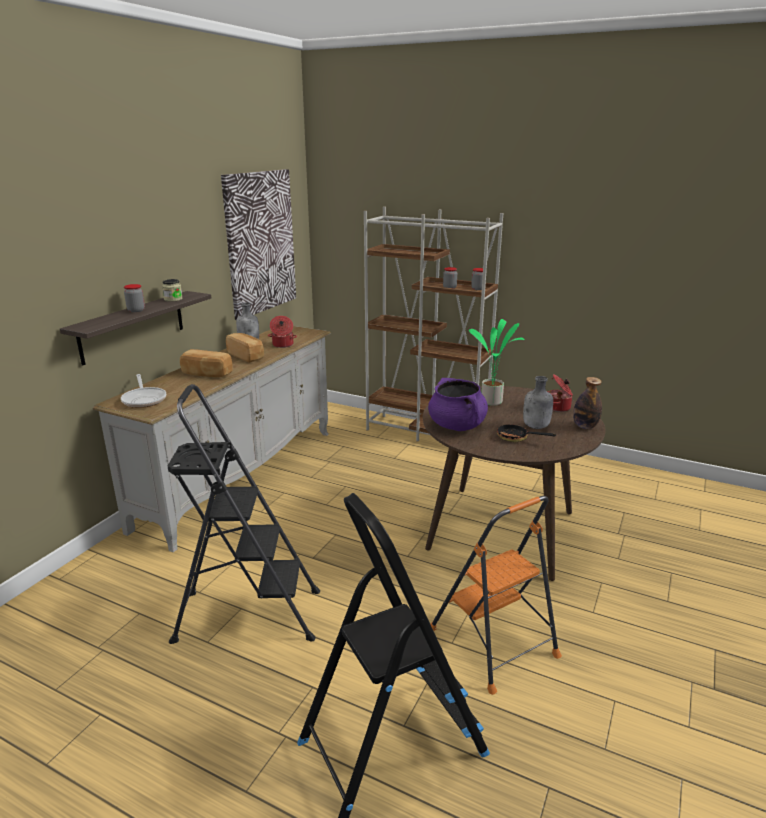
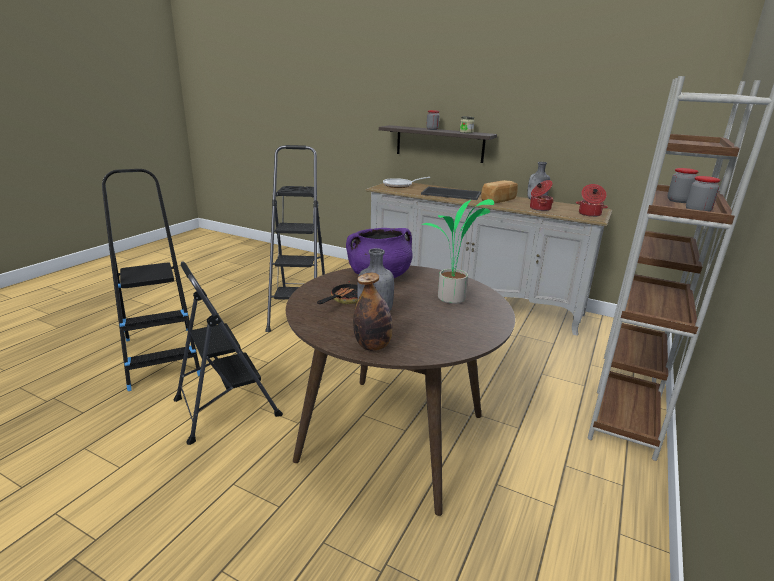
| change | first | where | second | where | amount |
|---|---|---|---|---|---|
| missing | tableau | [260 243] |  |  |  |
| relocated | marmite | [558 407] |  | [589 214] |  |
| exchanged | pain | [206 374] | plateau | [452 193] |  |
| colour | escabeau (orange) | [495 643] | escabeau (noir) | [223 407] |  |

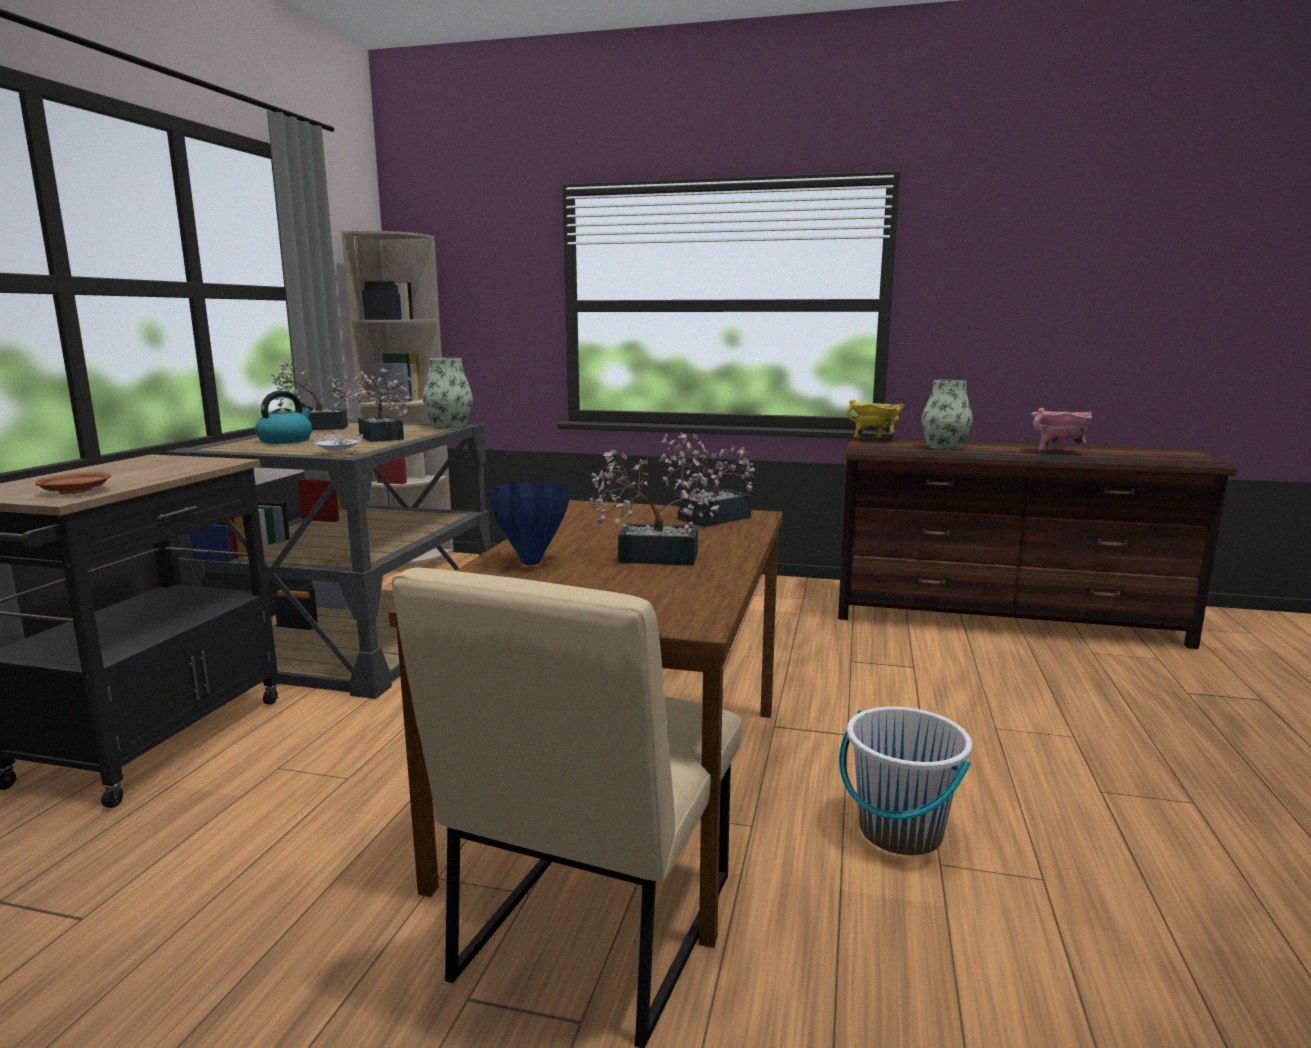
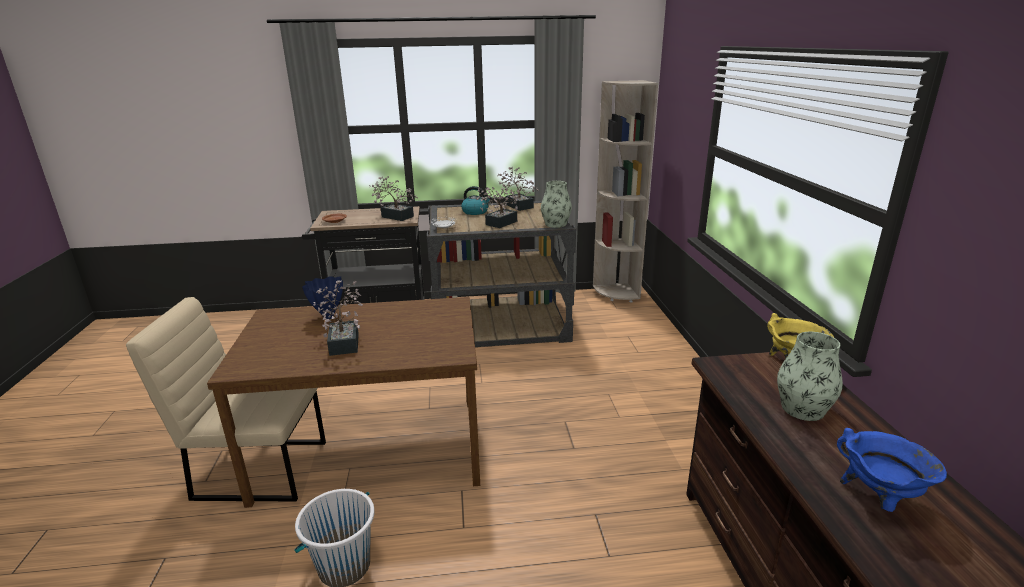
| change | first | where | second | where | amount |
|---|---|---|---|---|---|
| relocated | plante en pot | [707 519] |  | [395 216] |  |
| colour | marmite (rose) | [1058 452] | marmite (bleu) | [878 499] |  |

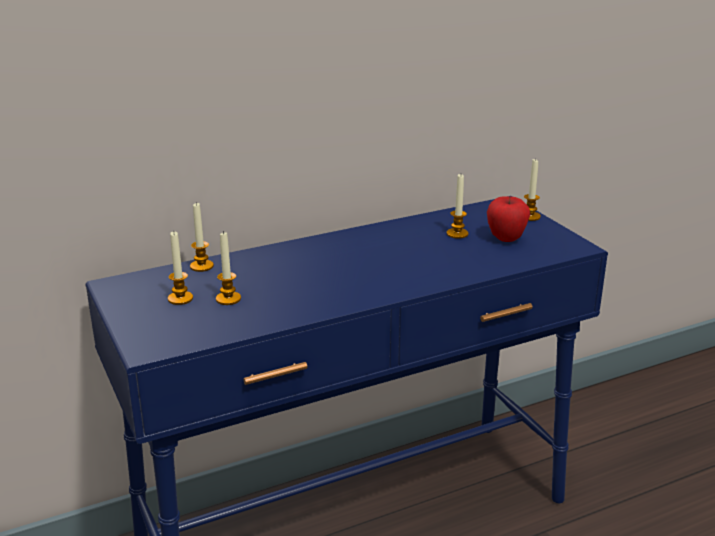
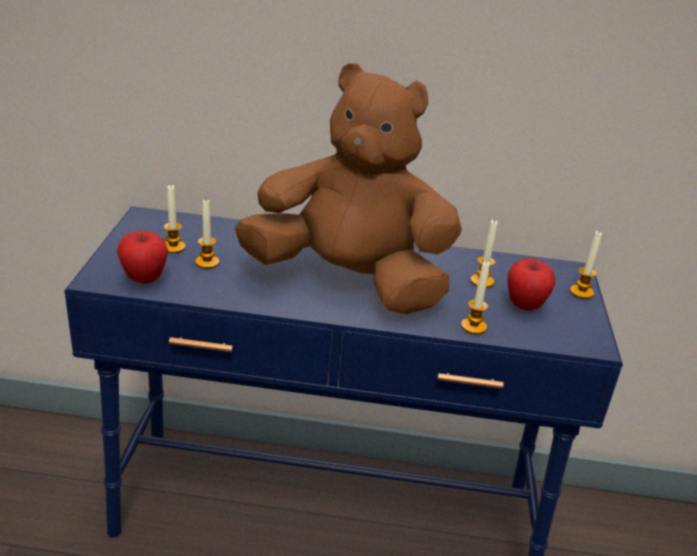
| change | first | where | second | where | amount |
|---|---|---|---|---|---|
| appeared |  |  | pomme | [144 279] |  |
| appeared |  |  | peluche (marron) | [350 282] |  |
| relocated | bougie | [201 266] |  | [473 327] |  |

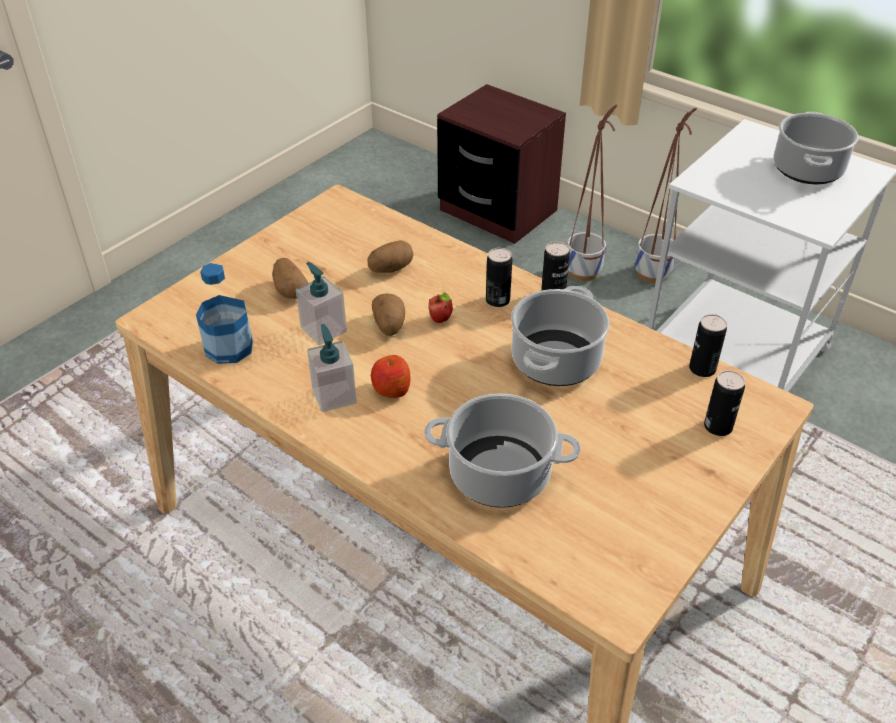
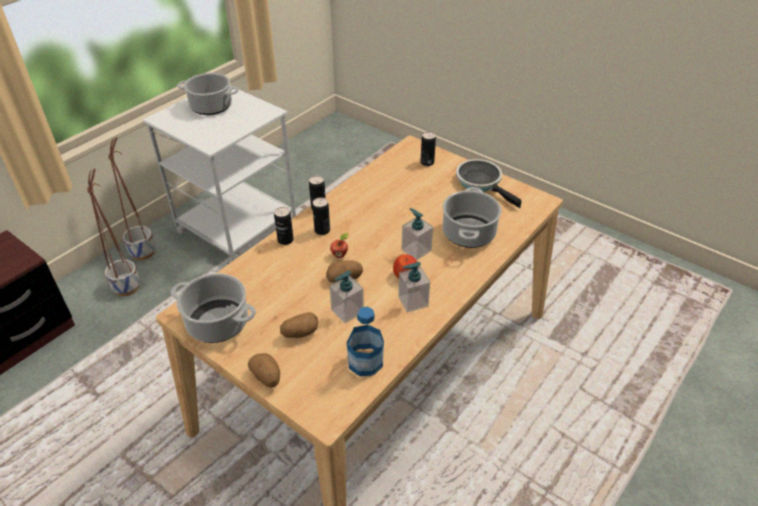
| change | first | where | second | where | amount |
|---|---|---|---|---|---|
| appeared |  |  | distributeur de savon | [416 250] |  |
| appeared |  |  | poêle | [481 182] |  |
| relocated | pomme de terre | [391 268] |  | [267 377] |  |
| relocated | marmite | [556 362] |  | [219 323] |  |
| relocated | boîte métallique | [702 369] |  | [285 240] |  |

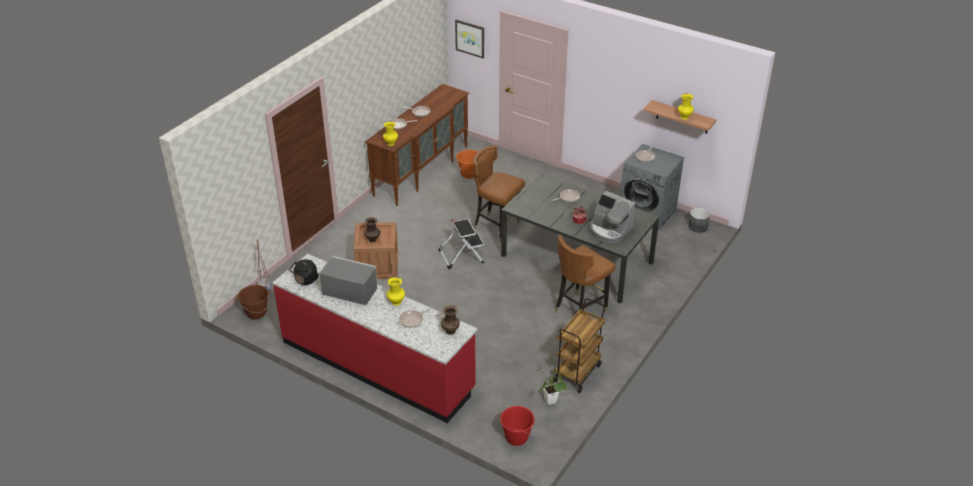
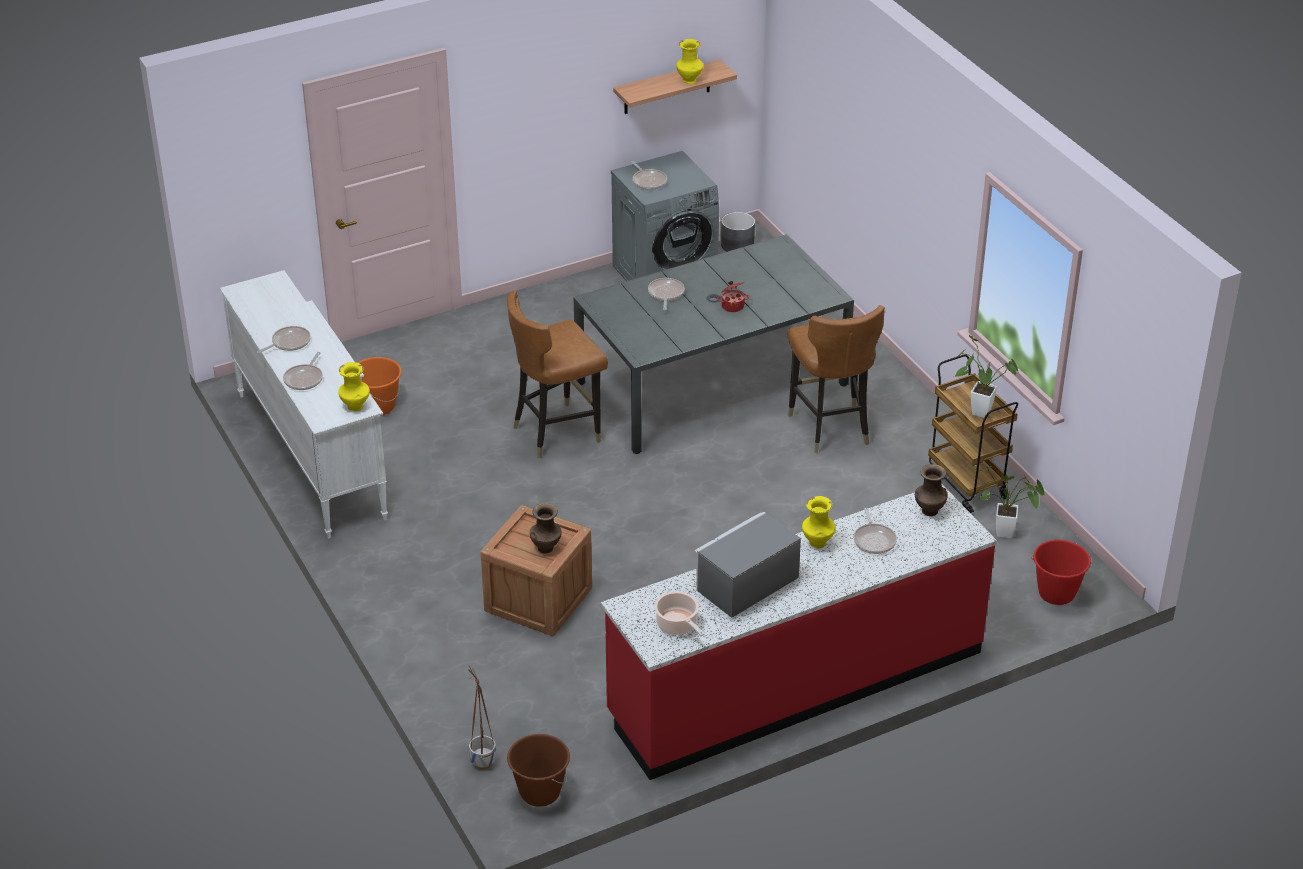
| change | first | where | second | where | amount |
|---|---|---|---|---|---|
| missing | escabeau | [462 255] |  |  |  |
| missing | tableau | [470 38] |  |  |  |
| missing | machine à café | [610 230] |  |  |  |
| appeared |  |  | plante en pot | [976 411] |  |
| exchanged | bouilloire (noir) | [305 280] | marmite | [678 625] |  |
| colour | meuble de rangement (marron) | [422 171] | meuble de rangement (blanc) | [312 455] |  |

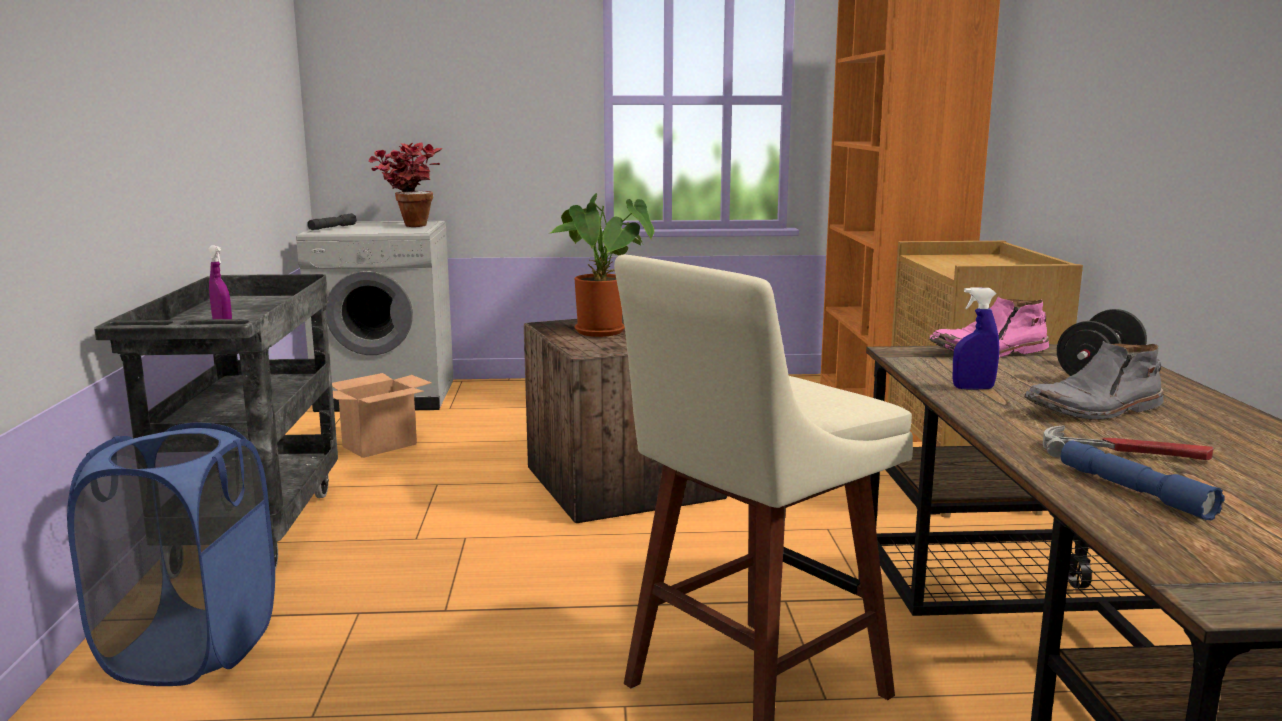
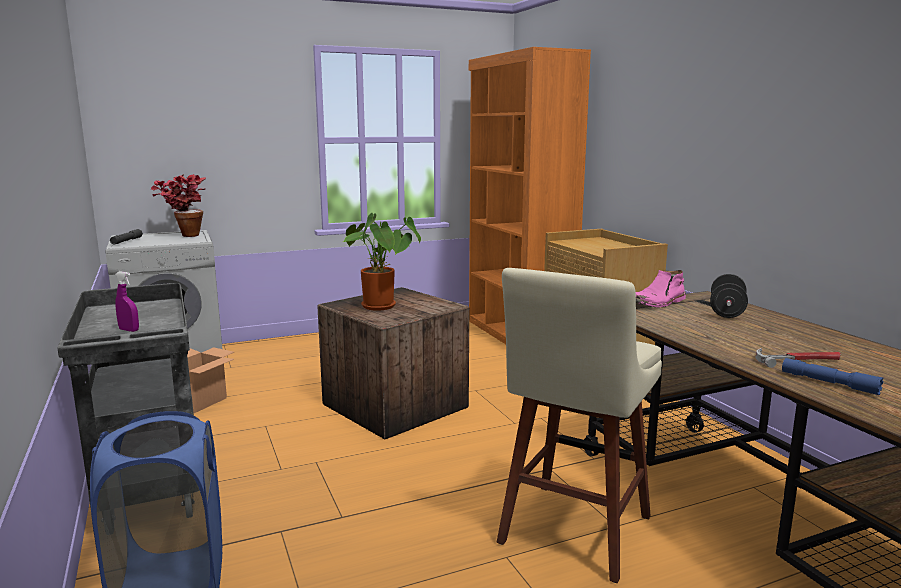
| change | first | where | second | where | amount |
|---|---|---|---|---|---|
| missing | vaporisateur (bleu) | [973 388] |  |  |  |
| missing | botte (gris) | [1095 410] |  |  |  |

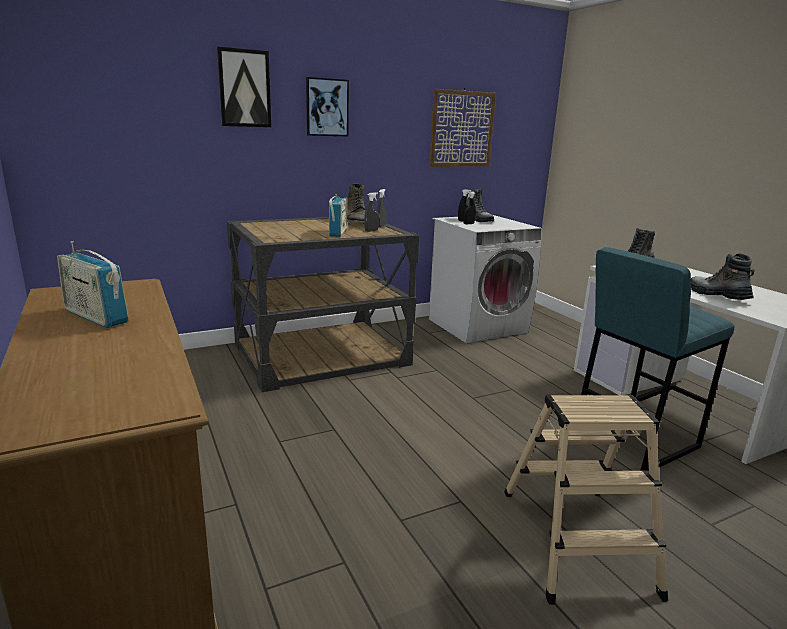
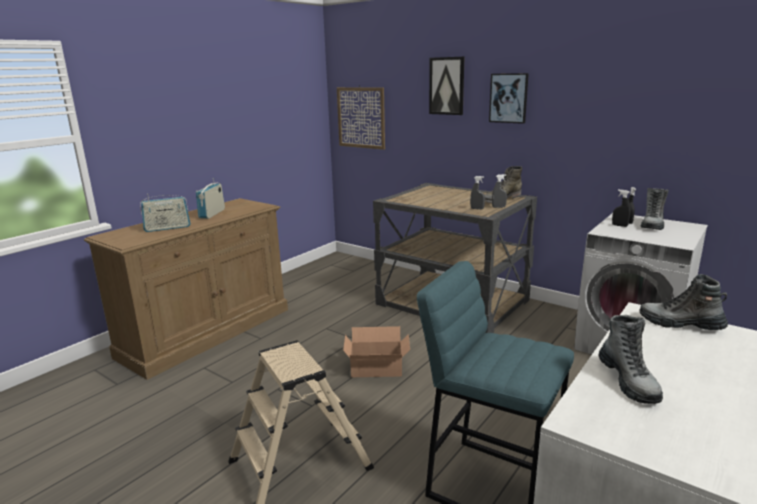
| change | first | where | second | where | amount |
|---|---|---|---|---|---|
| appeared |  |  | carton | [378 369] |  |
| relocated | radio | [338 232] |  | [167 228] |  |
| relocated | tableau | [462 128] |  | [361 116] |  |
| spun | botte | [717 295] |  | [628 381] | 135 degrees clockwise |

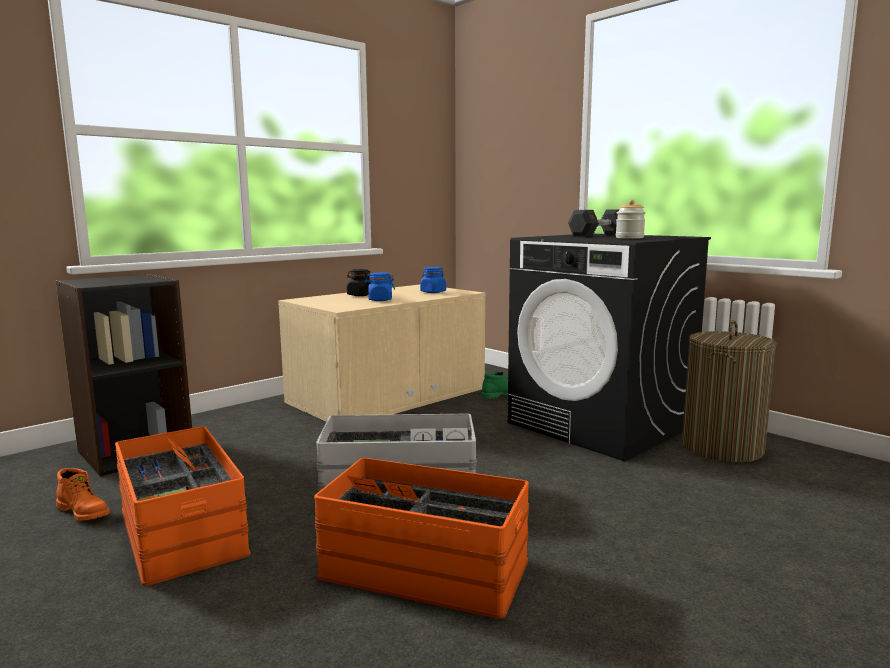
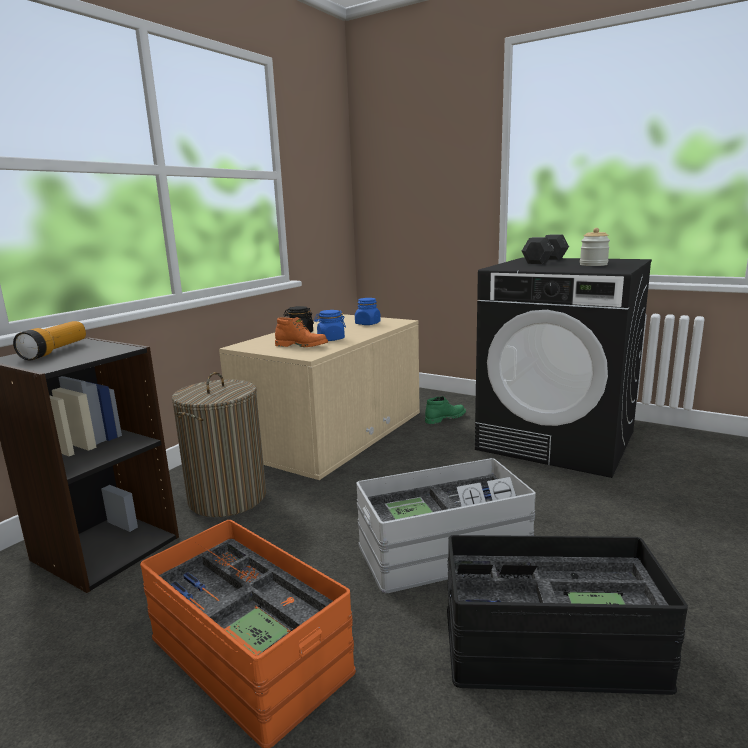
| change | first | where | second | where | amount |
|---|---|---|---|---|---|
| appeared |  |  | lampe de poche | [55 351] |  |
| relocated | botte (orange) | [84 512] |  | [302 346] |  |
| relocated | panier à linge | [722 448] |  | [227 498] |  |
| colour | boîte de rangement (orange) | [423 569] | boîte de rangement (noir) | [550 647] |  |

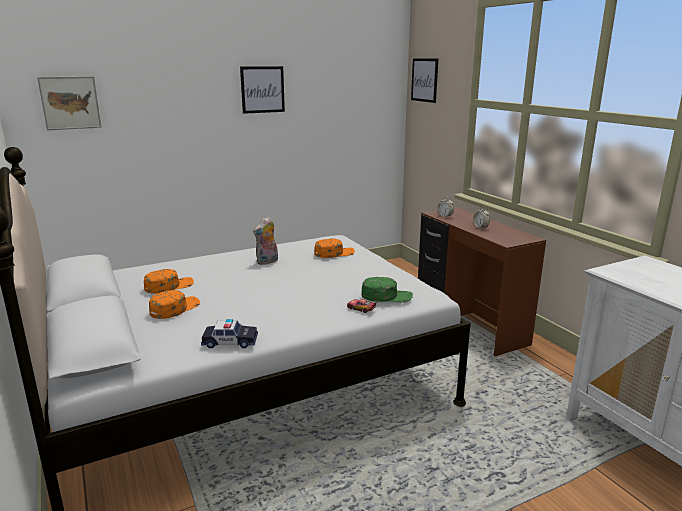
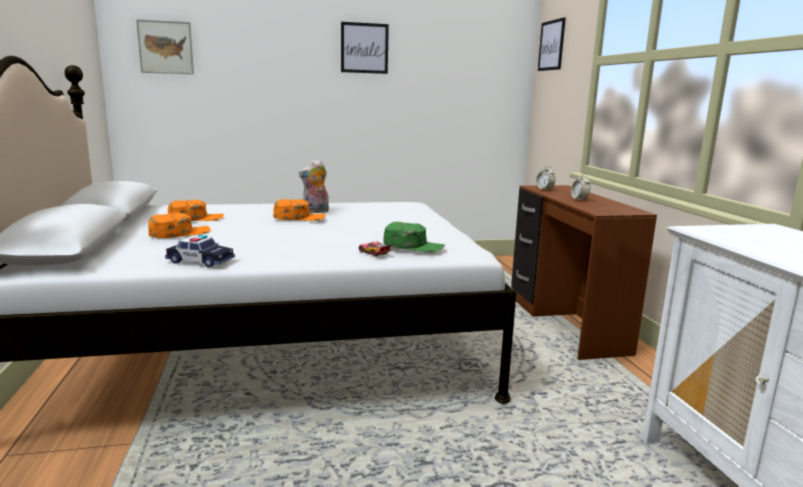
| change | first | where | second | where | amount |
|---|---|---|---|---|---|
| relocated | casquette (orange) | [334 253] |  | [299 217] |  |

